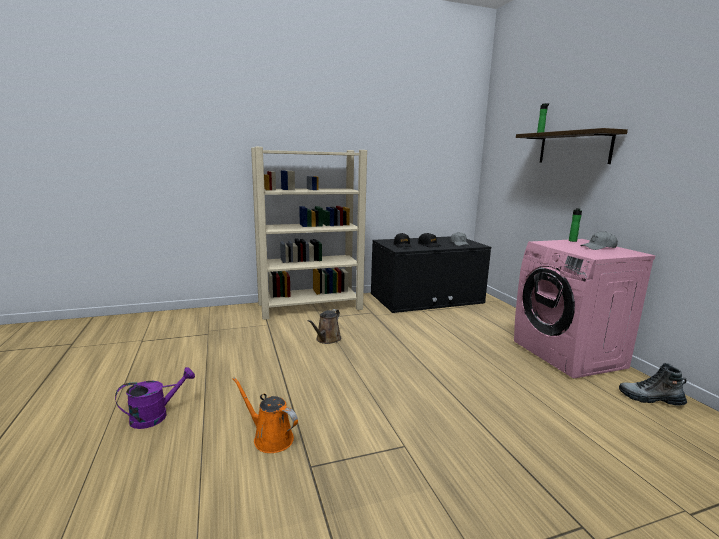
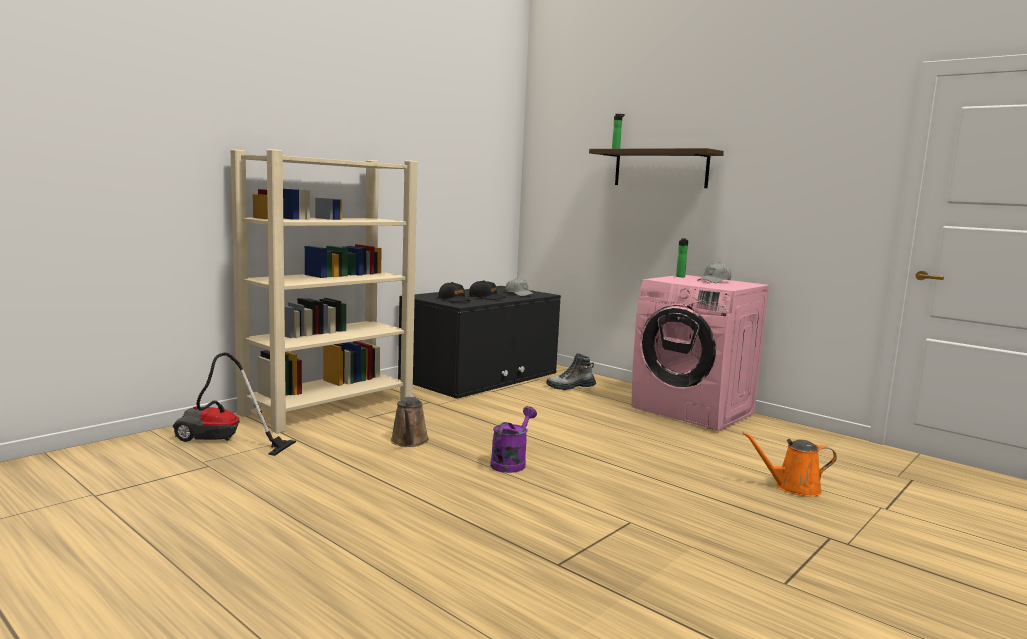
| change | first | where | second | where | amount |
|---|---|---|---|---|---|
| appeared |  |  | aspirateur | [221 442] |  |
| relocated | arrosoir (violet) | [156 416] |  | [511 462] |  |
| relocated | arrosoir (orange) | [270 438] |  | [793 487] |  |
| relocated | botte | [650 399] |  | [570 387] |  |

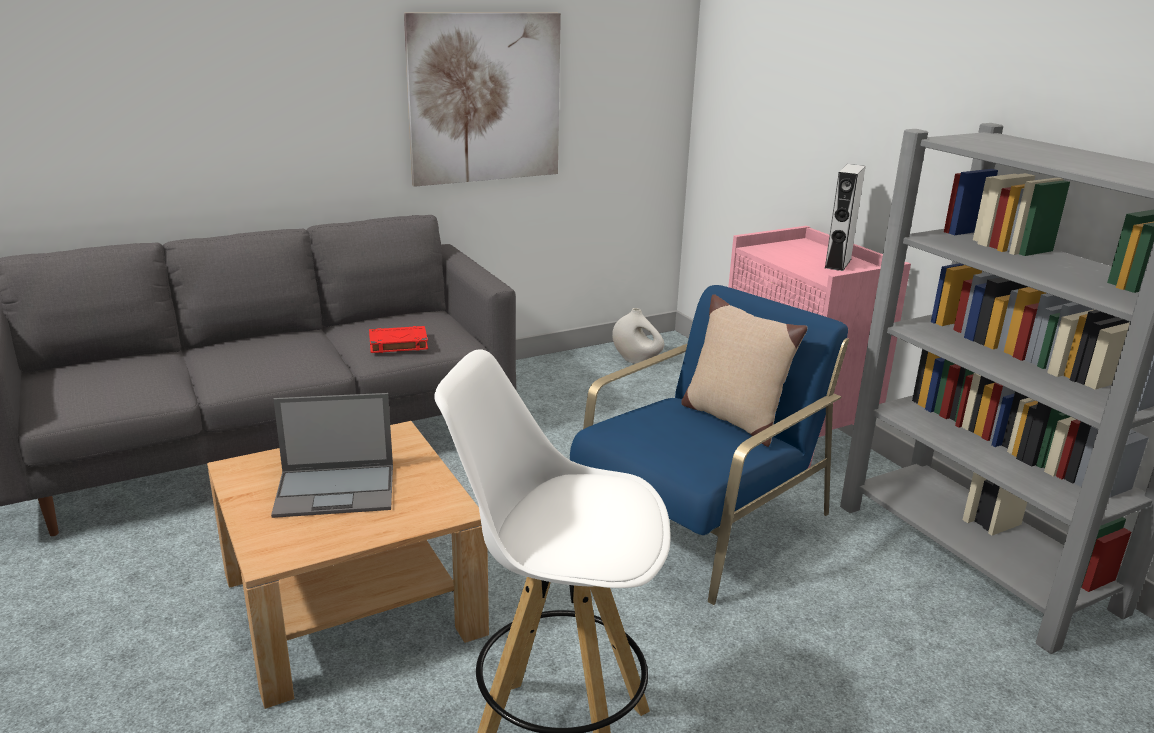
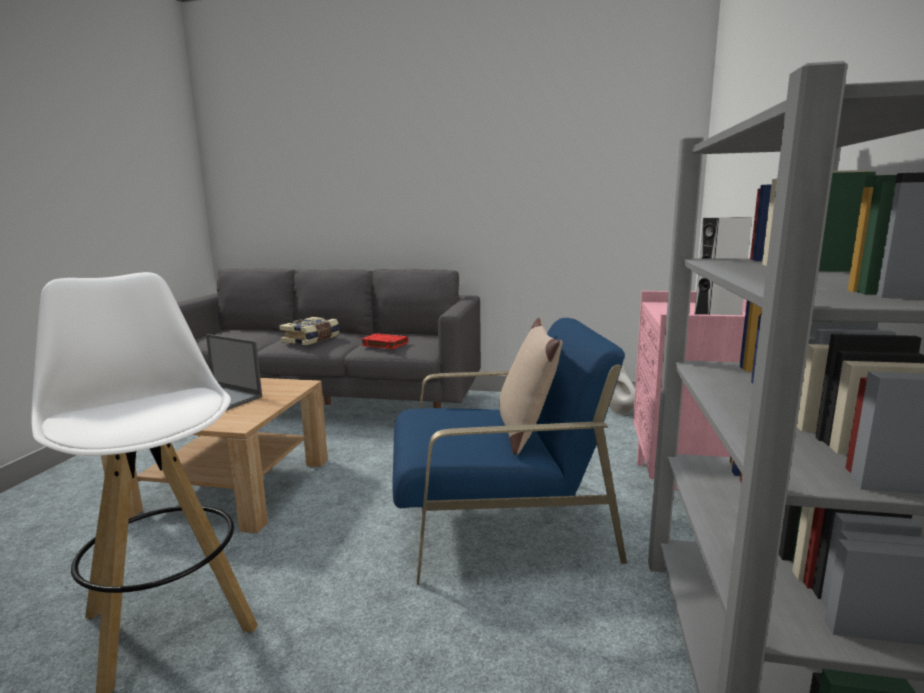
| change | first | where | second | where | amount |
|---|---|---|---|---|---|
| missing | tableau | [485 98] |  |  |  |
| appeared |  |  | livre | [311 340] |  |

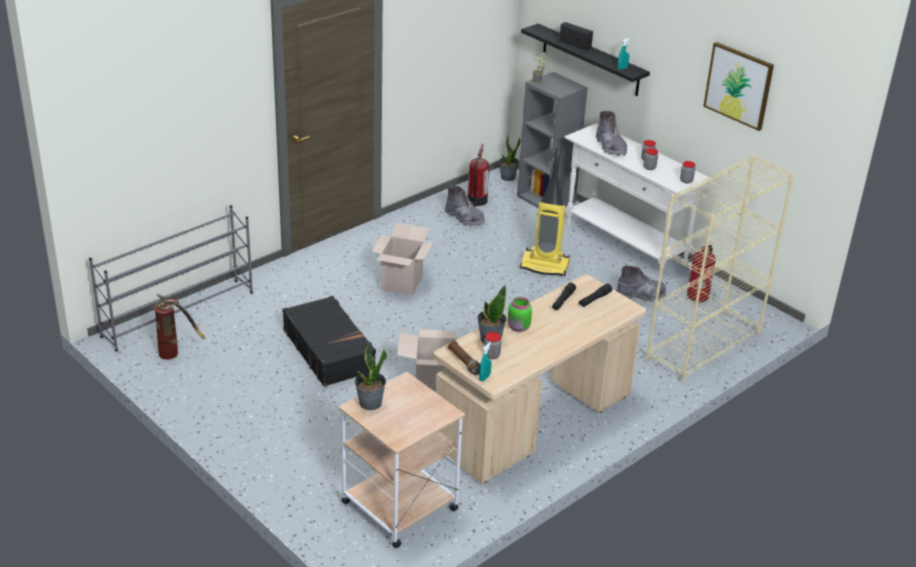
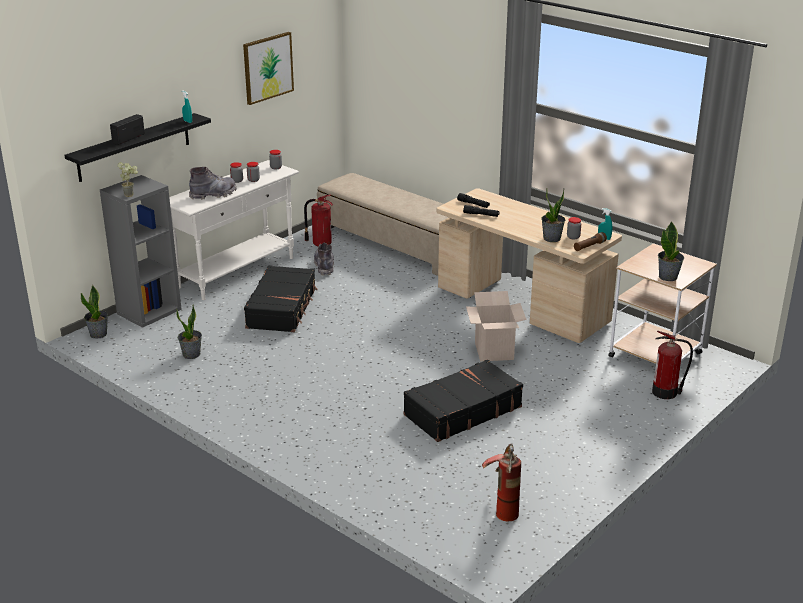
| change | first | where | second | where | amount |
|---|---|---|---|---|---|
| missing | étagère à chaussures (gris) | [179 314] |  |  |  |
| missing | carton | [401 283] |  |  |  |
| missing | bocal (vert) | [518 327] |  |  |  |
| relocated | extincteur | [476 201] |  | [666 392] |  |
| exchanged | botte (gris) | [464 218] | plante en pot | [191 354] |  |
| exchanged | aspirateur | [545 266] | valise (noir) | [282 308] |  |
| exchanged | bibliothèque (beige) | [703 347] | banc (beige) | [394 243] |  |

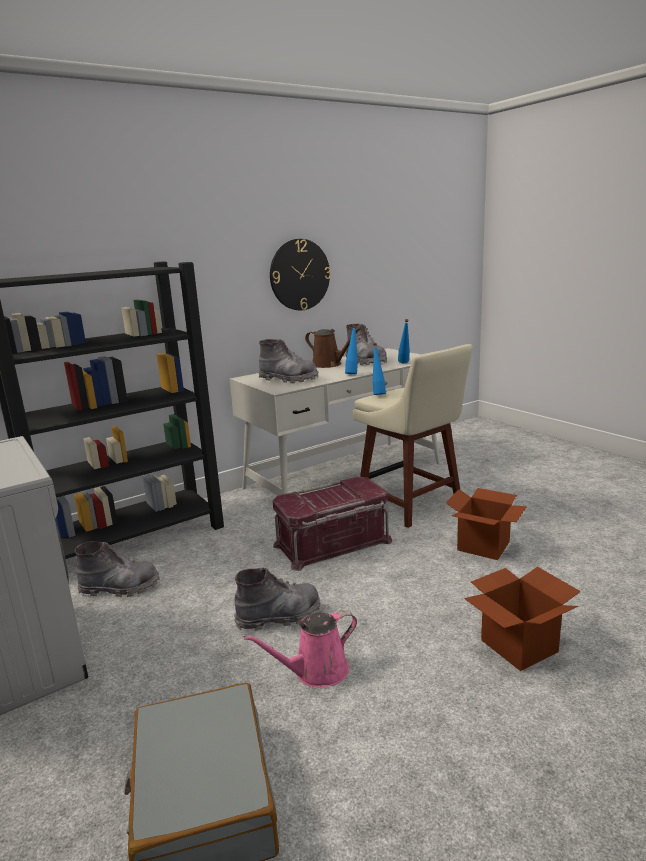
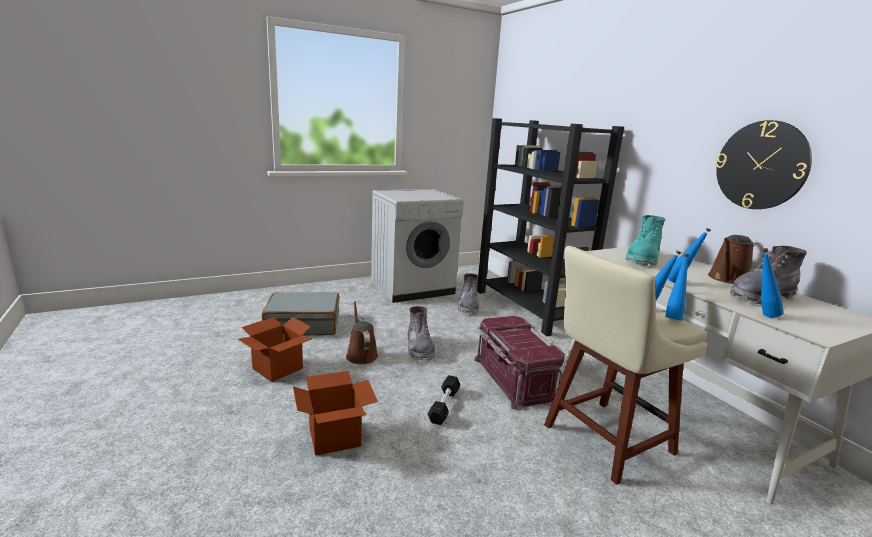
| change | first | where | second | where | amount |
|---|---|---|---|---|---|
| appeared |  |  | haltère (noir) | [444 406] |  |
| appeared |  |  | bouteille (bleu) | [672 318] |  |
| relocated | carton | [483 546] |  | [278 368] |  |
| colour | arrosoir (rose) | [316 671] | arrosoir (marron) | [361 354] |  |
| colour | botte (gris) | [288 379] | botte (turquoise) | [643 259] |  |

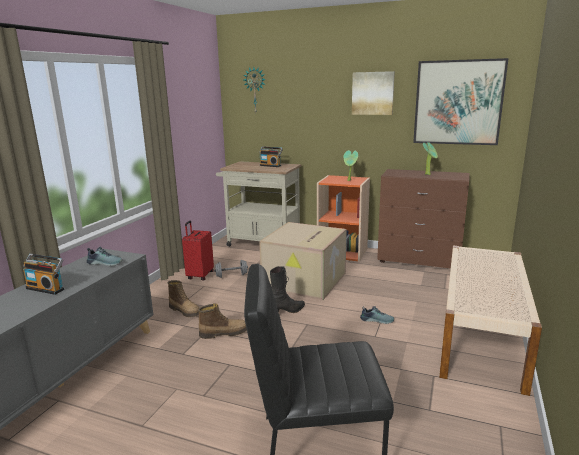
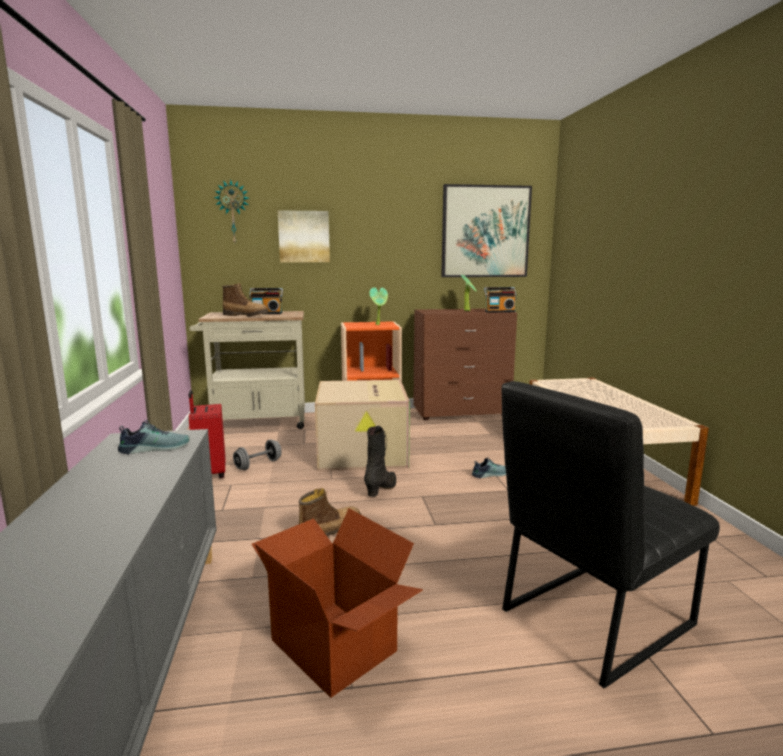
| change | first | where | second | where | amount |
|---|---|---|---|---|---|
| appeared |  |  | carton | [335 644] |  |
| relocated | radio | [46 288] |  | [499 311] |  |
| relocated | botte | [185 311] |  | [246 316] |  |
| relocated | tableau | [373 93] |  | [304 236] |  |

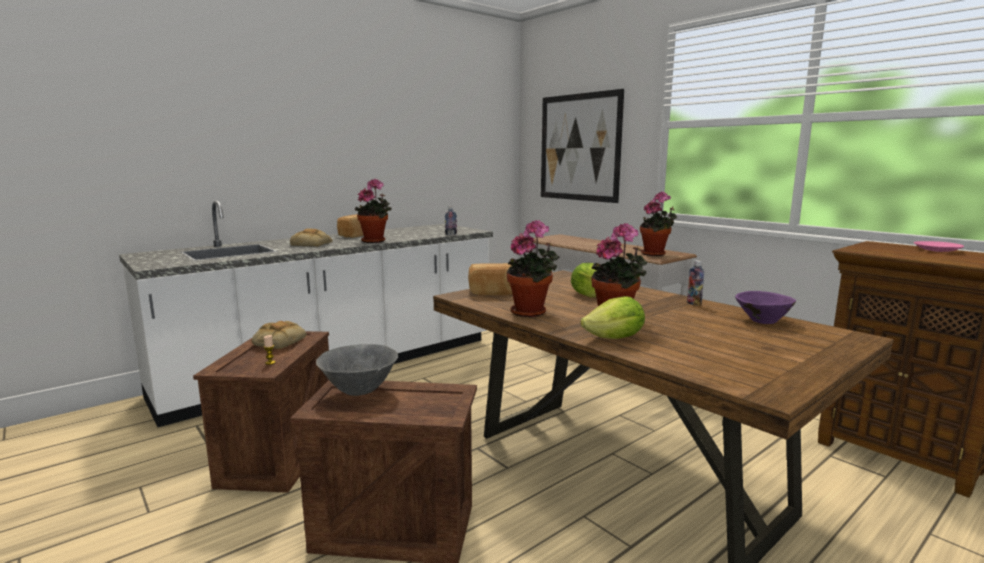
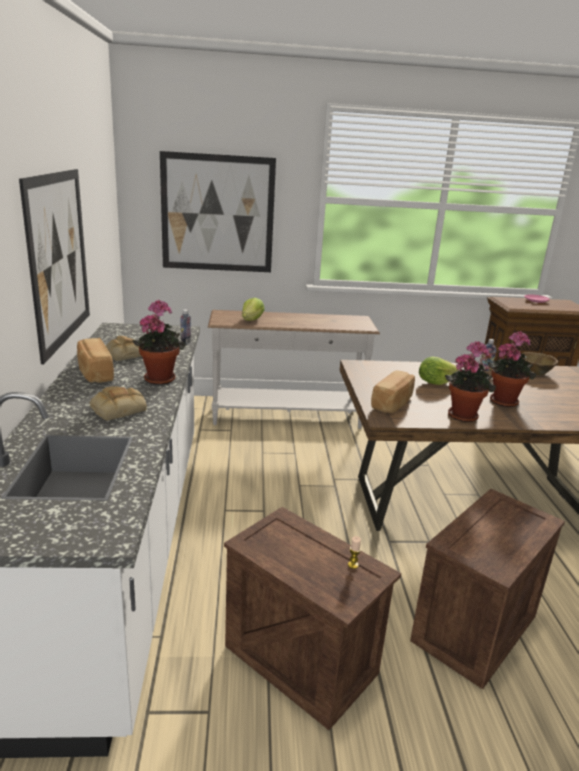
| change | first | where | second | where | amount |
|---|---|---|---|---|---|
| missing | bol (gris) | [360 391] |  |  |  |
| missing | plante en pot | [655 254] |  |  |  |
| appeared |  |  | tableau | [59 259] |  |
| relocated | pain | [279 341] |  | [124 354] |  |
| relocated | laitue | [615 338] |  | [252 320] |  |
| colour | bol (violet) | [763 320] | bol (marron) | [535 372] |  |

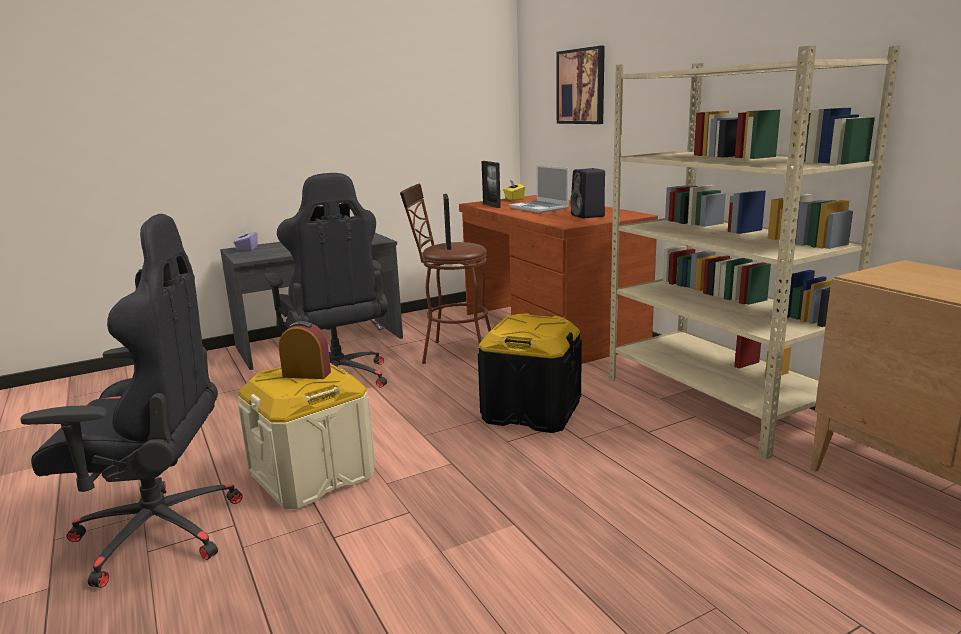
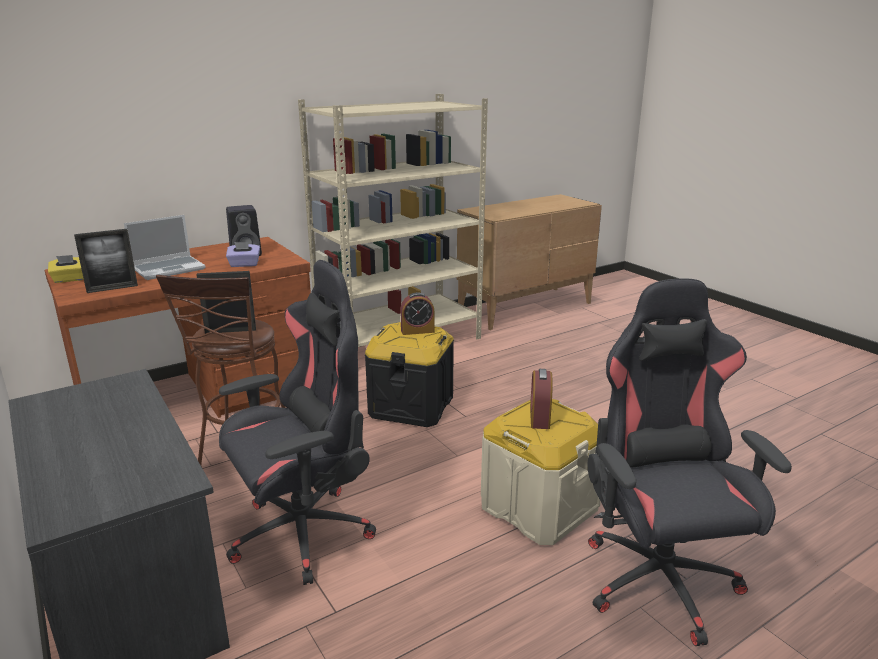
| change | first | where | second | where | amount |
|---|---|---|---|---|---|
| missing | tableau | [581 86] |  |  |  |
| appeared |  |  | réveil | [417 331] |  |
| relocated | boîte à mouchoirs (violet) | [247 249] |  | [244 264] |  |

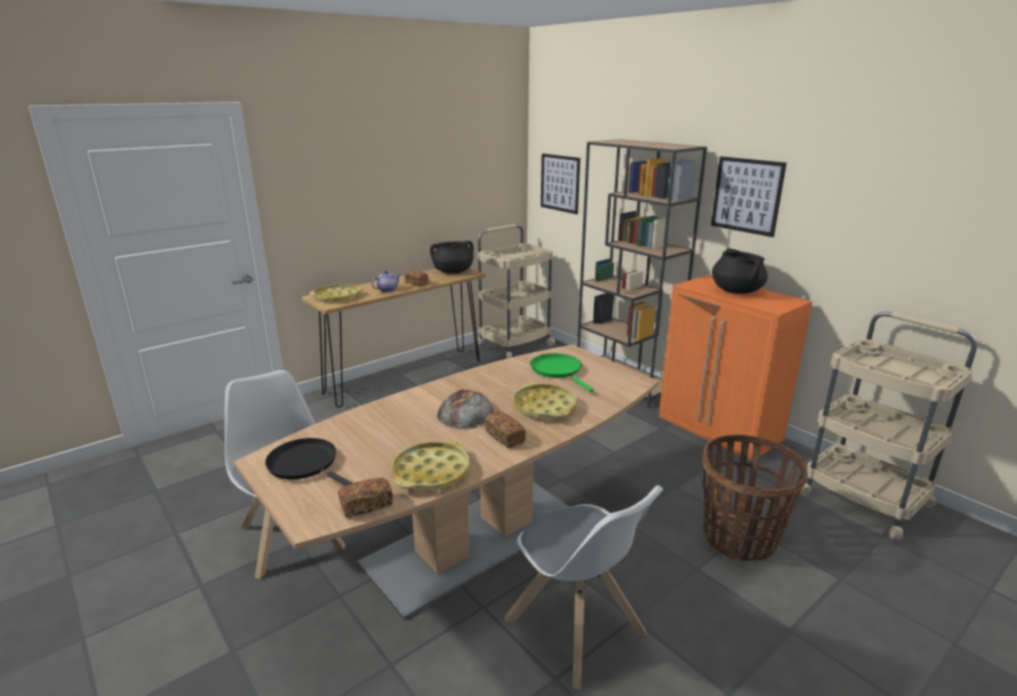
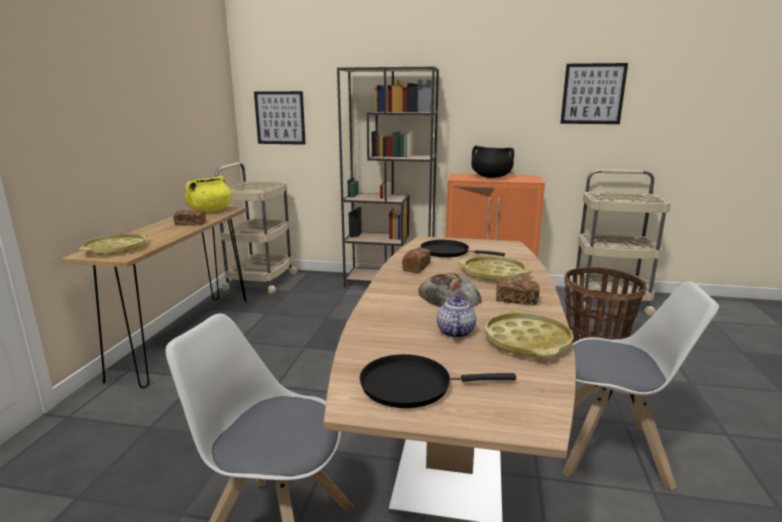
| change | first | where | second | where | amount |
|---|---|---|---|---|---|
| relocated | pain | [366 505] |  | [416 267] |  |
| relocated | théière | [387 290] |  | [455 331] |  |
| relocated | tableau | [746 195] |  | [593 94] |  |
| colour | marmite (noir) | [453 272] | marmite (jaune) | [210 211] |  |
| colour | poêle (vert) | [558 370] | poêle (noir) | [448 252] |  |

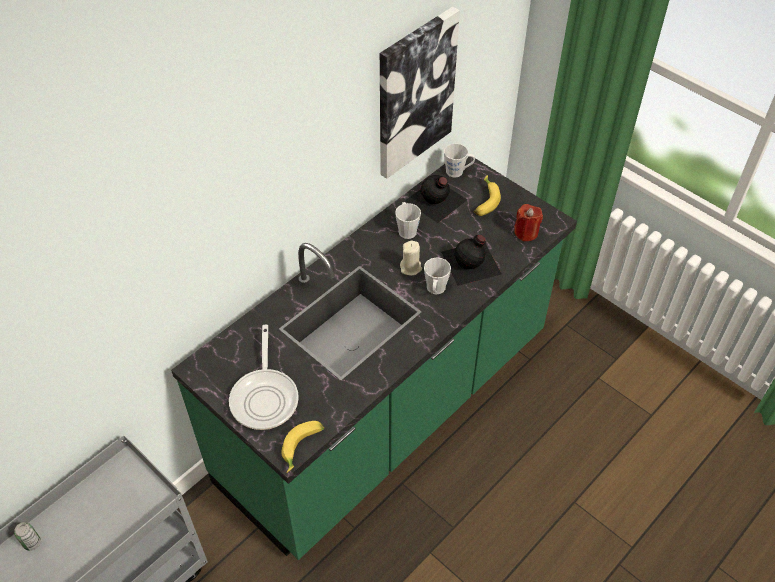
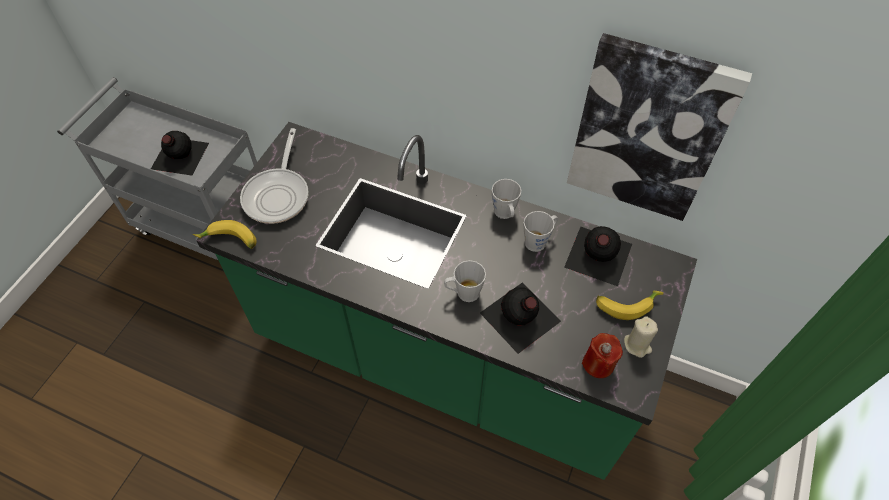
| change | first | where | second | where | amount |
|---|---|---|---|---|---|
| missing | boîte métallique | [32 543] |  |  |  |
| appeared |  |  | bouteille (noir) | [179 156] |  |
| relocated | bougie (beige) | [411 268] |  | [637 345] |  |
| relocated | mug (gris) | [458 171] |  | [505 214] |  |
| spun | poêle | [265 397] |  | [278 194] | 60 degrees counterclockwise |

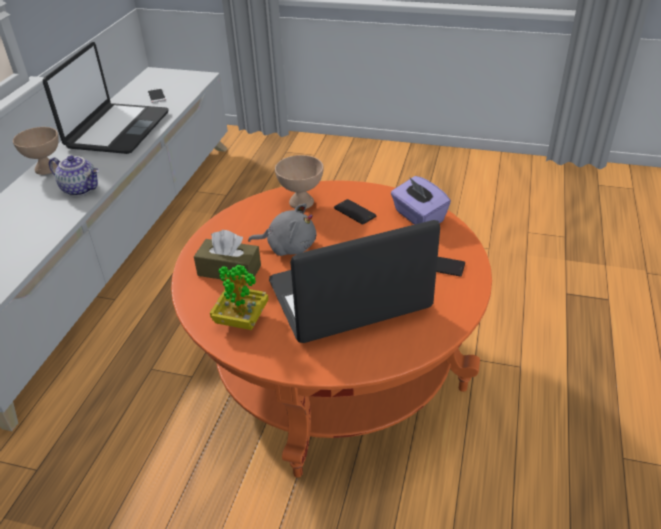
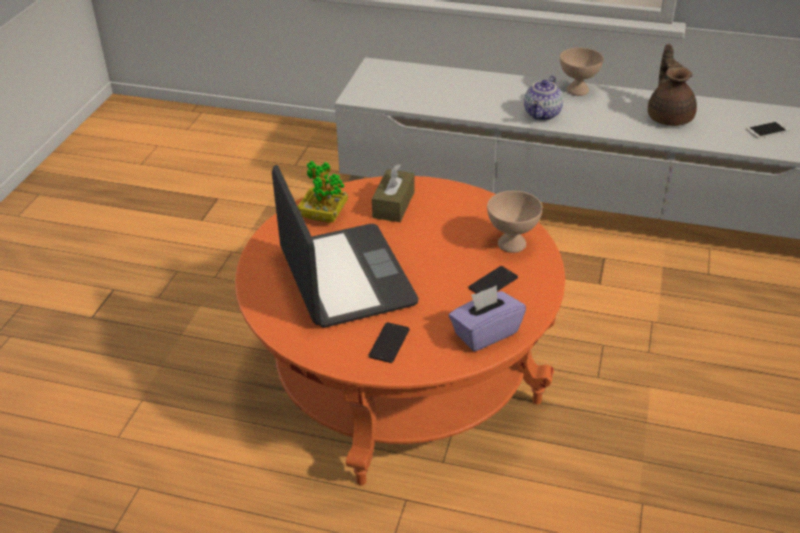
| change | first | where | second | where | amount |
|---|---|---|---|---|---|
| missing | peluche (gris) | [288 246] |  |  |  |
| exchanged | ordinateur portable | [117 130] | théière (marron) | [669 116] |  |

